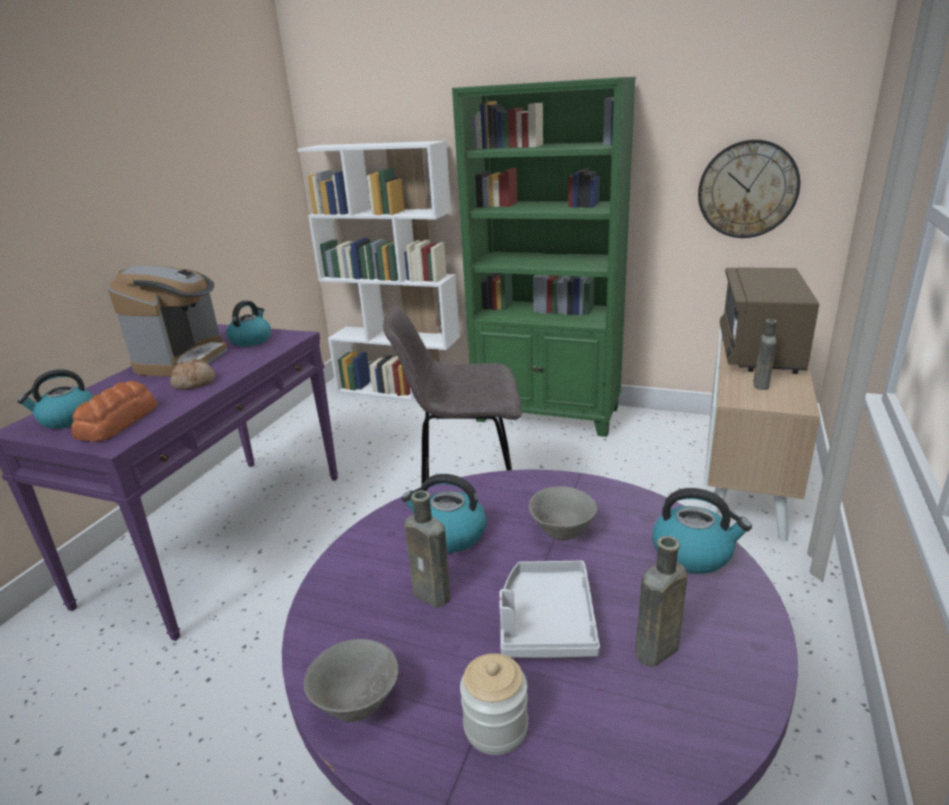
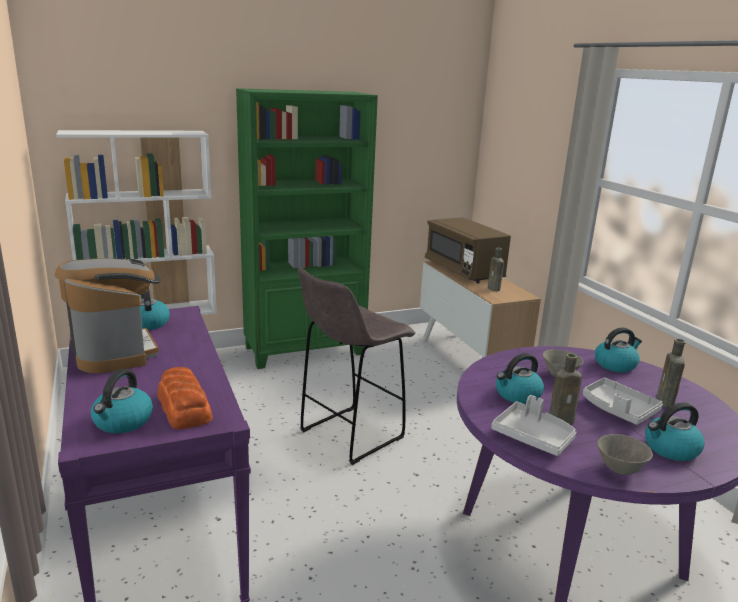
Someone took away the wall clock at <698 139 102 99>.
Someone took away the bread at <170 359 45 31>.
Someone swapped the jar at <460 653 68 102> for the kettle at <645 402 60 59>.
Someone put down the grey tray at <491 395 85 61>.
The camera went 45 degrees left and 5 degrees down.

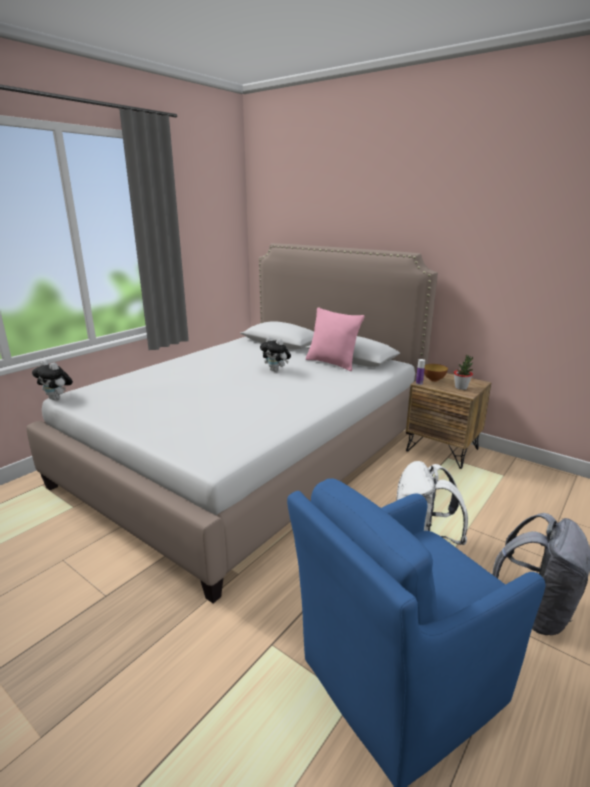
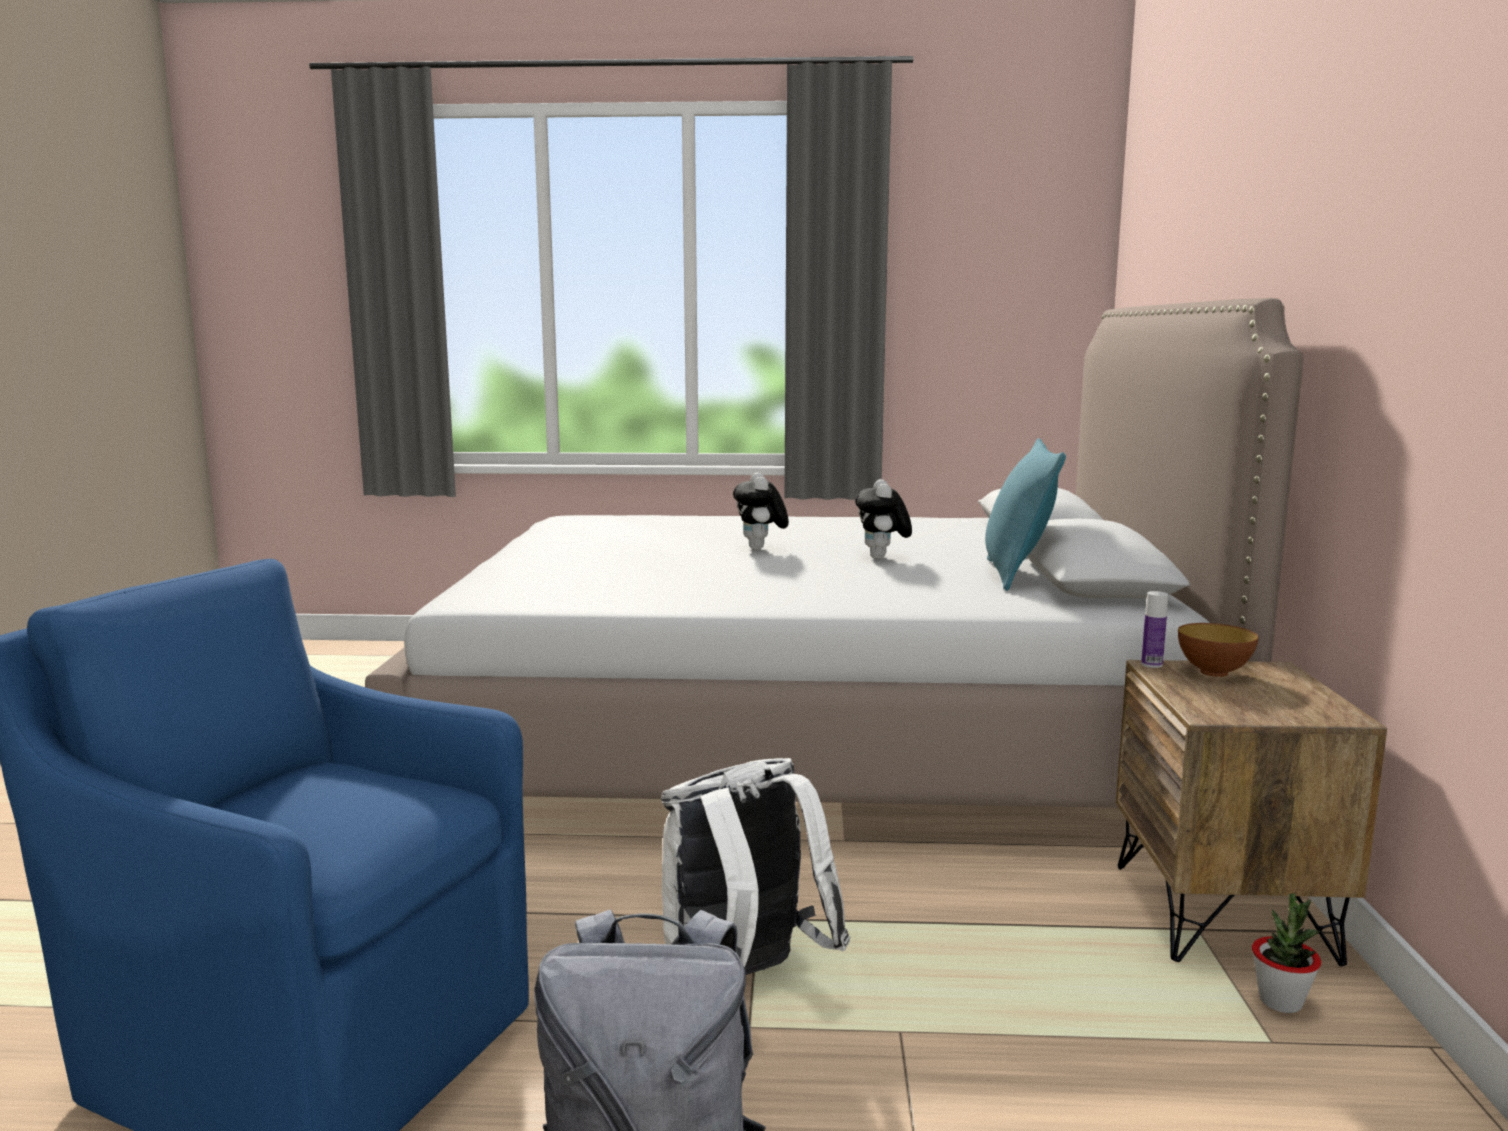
Someone repainted the pink pillow at <306 307 59 64>, which became the turquoise pillow at <985 438 81 153>.
Someone carried the potted plant from <454 355 19 35> to <1252 893 69 120>.
Someone carried the plush toy from <32 360 41 40> to <733 472 56 78>.
The camera went 55 degrees right and 10 degrees down.

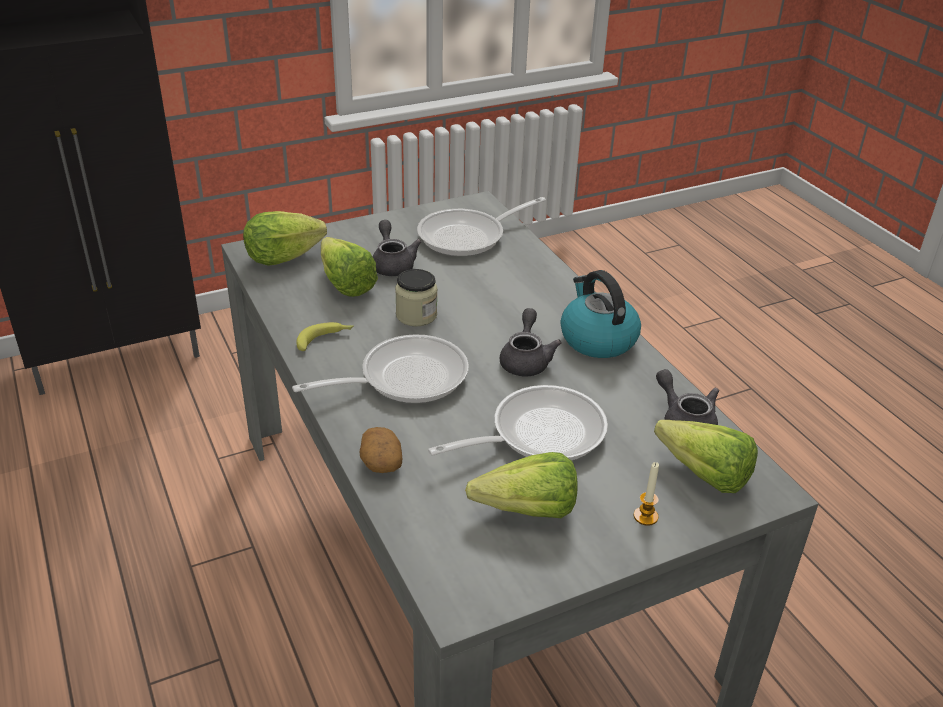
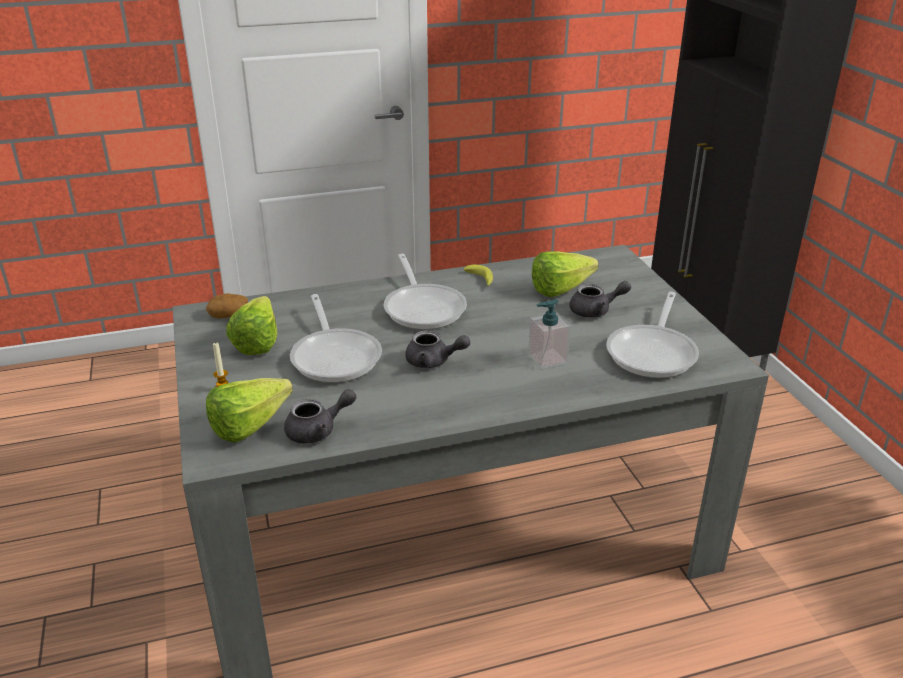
Someone rotated the frying pan at <417 197 129 60> by 135 degrees counterclockwise.
Someone took away the lettuce at <243 211 84 55>.
Someone took away the jar at <395 269 42 57>.
Someone took away the kettle at <560 270 81 88>.
Someone carried the potato from <360 427 42 46> to <206 293 42 26>.
Someone put down the soap dispenser at <528 299 43 70>.
The camera went 100 degrees right and 5 degrees down.

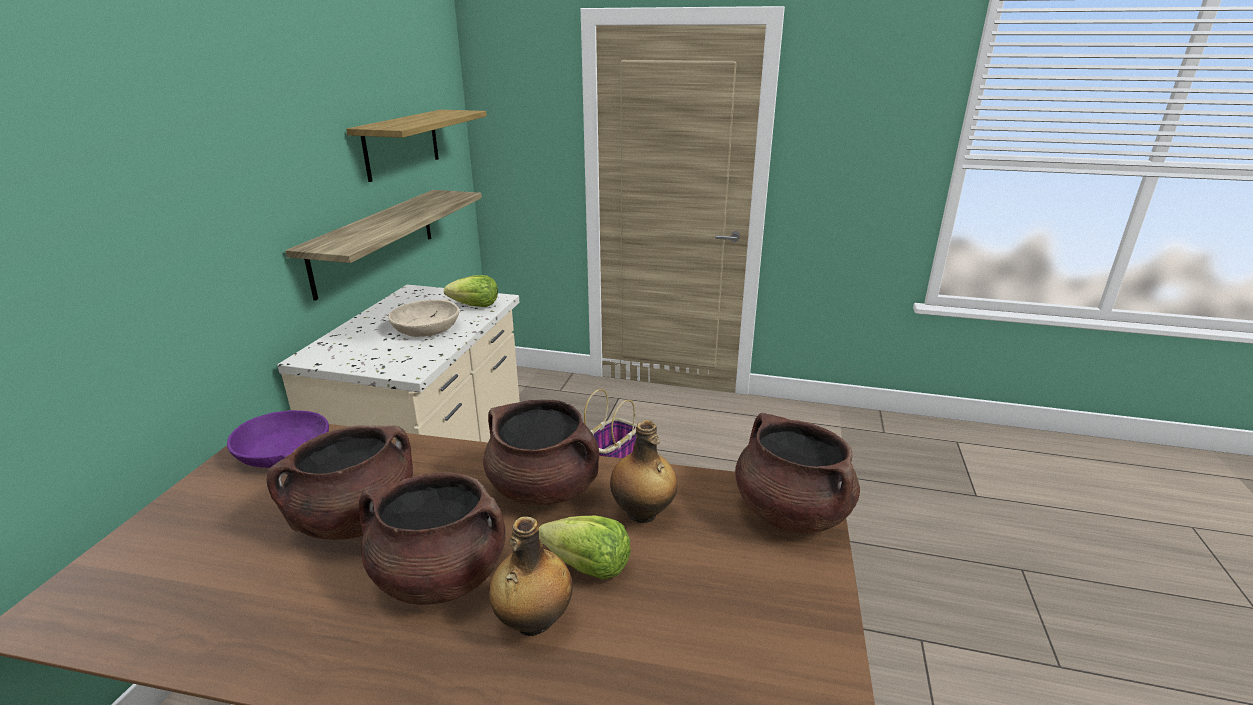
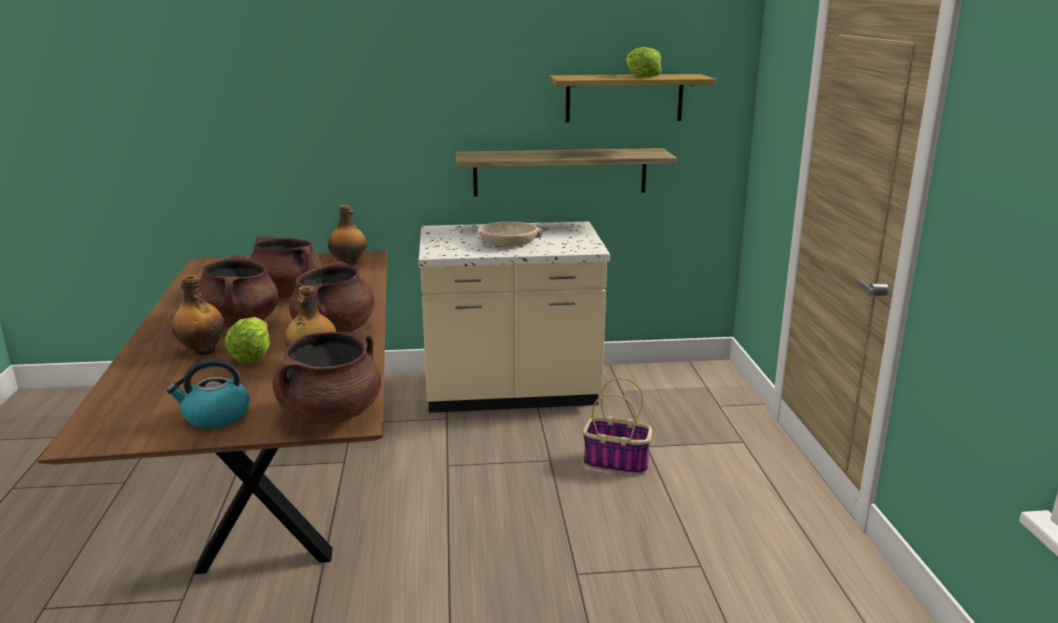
Someone carried the lettuce from <444 275 54 32> to <626 47 36 30>.
Someone swapped the purple bowl at <227 410 102 58> for the bottle at <328 204 39 62>.
Someone put down the kettle at <166 358 84 70>.
The camera went 70 degrees right and 5 degrees down.

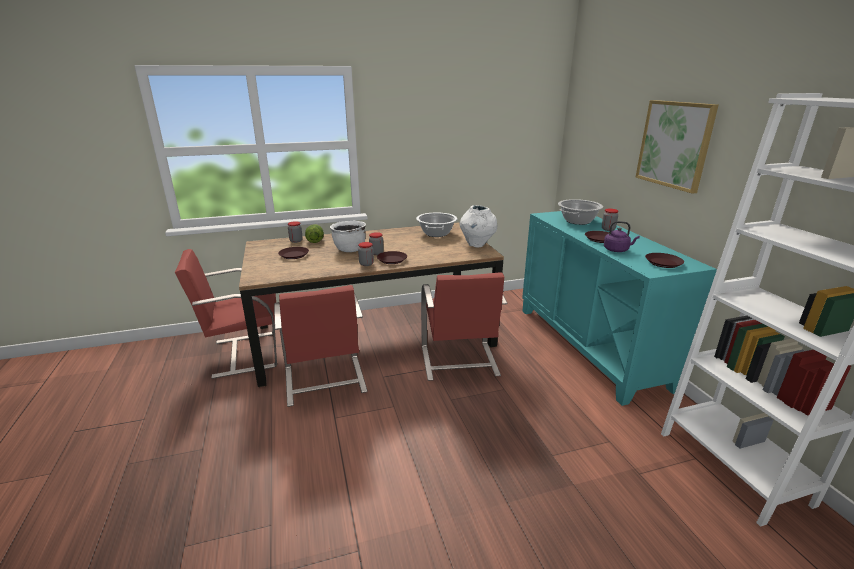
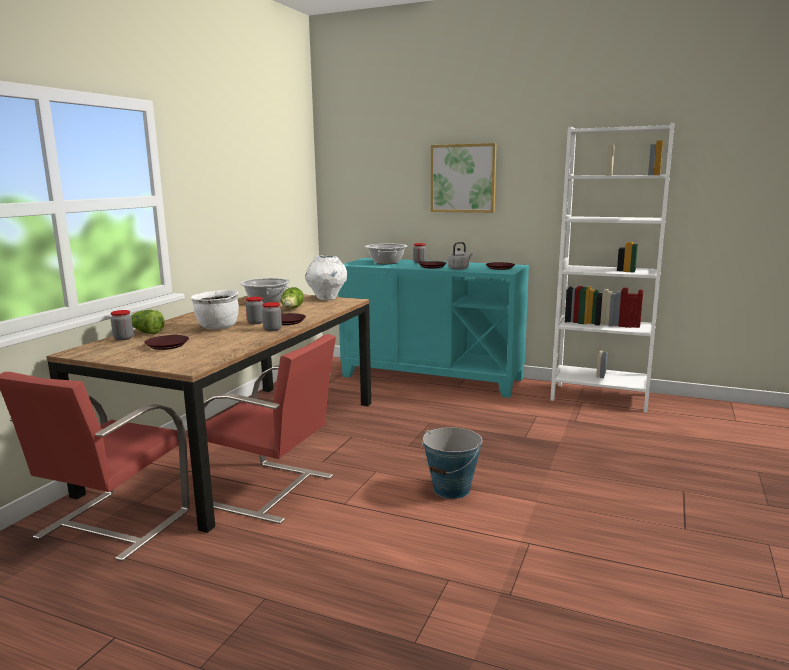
Someone repainted the purple kettle at <604 221 36 31>, which became the grey kettle at <448 242 24 28>.
Someone took away the red chair at <421 272 86 109>.
Someone put down the lettuce at <281 287 23 22>.
Someone put down the bucket at <421 427 61 72>.
The camera went 50 degrees left and 10 degrees down.

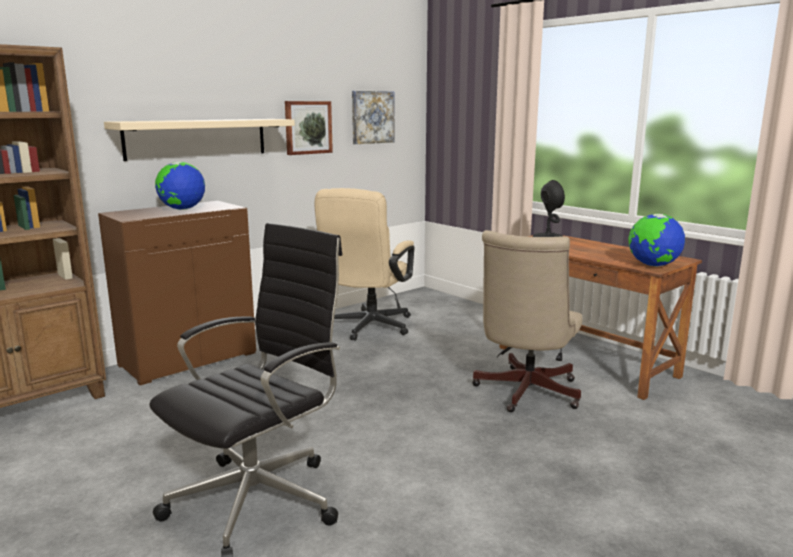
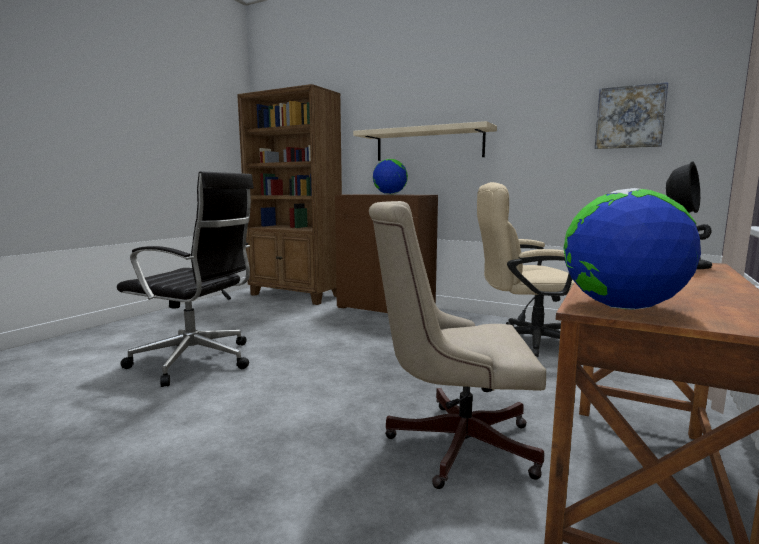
Someone took away the picture at <285 101 48 54>.
The camera went 70 degrees right and 5 degrees down.

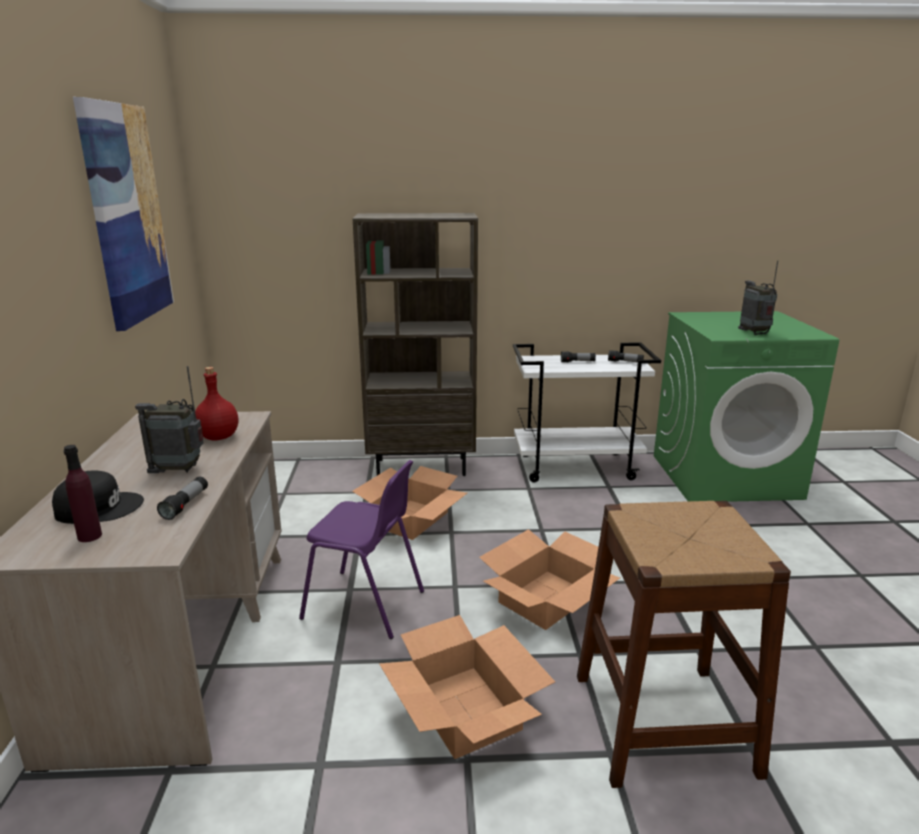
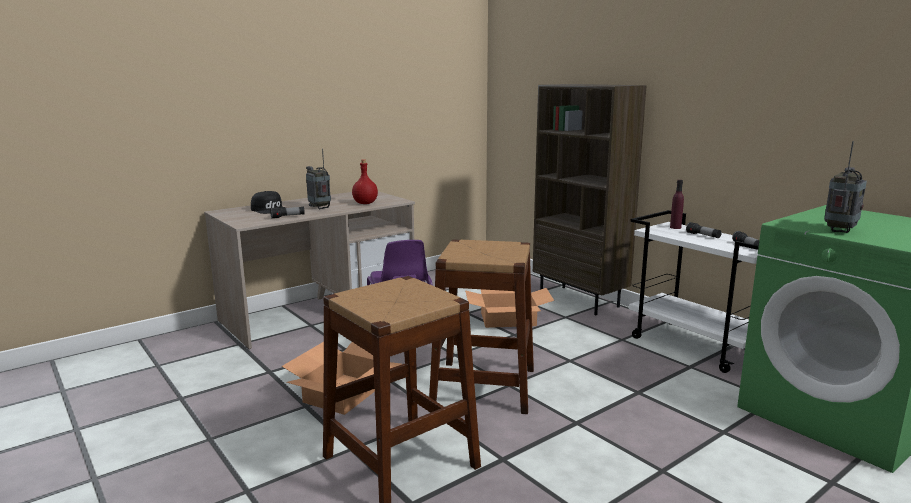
Someone took away the picture at <73 97 101 234>.
Someone carried the purple bottle from <63 445 39 97> to <670 180 14 49>.
Someone swapped the cardboard box at <479 529 141 101> for the brown stool at <429 239 105 175>.
The camera went 55 degrees right and 5 degrees down.

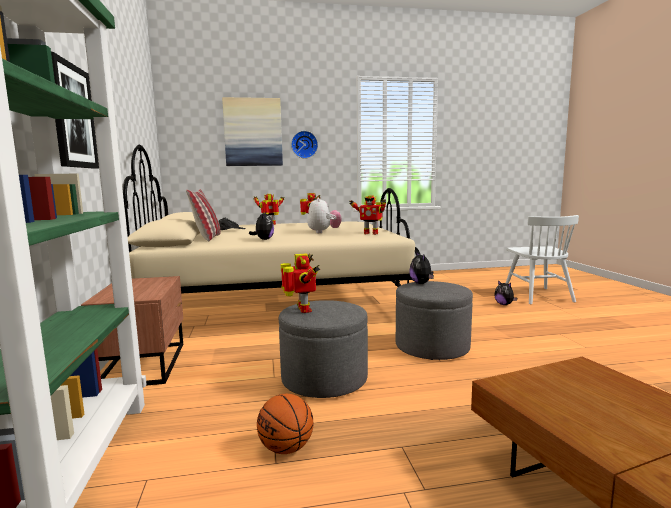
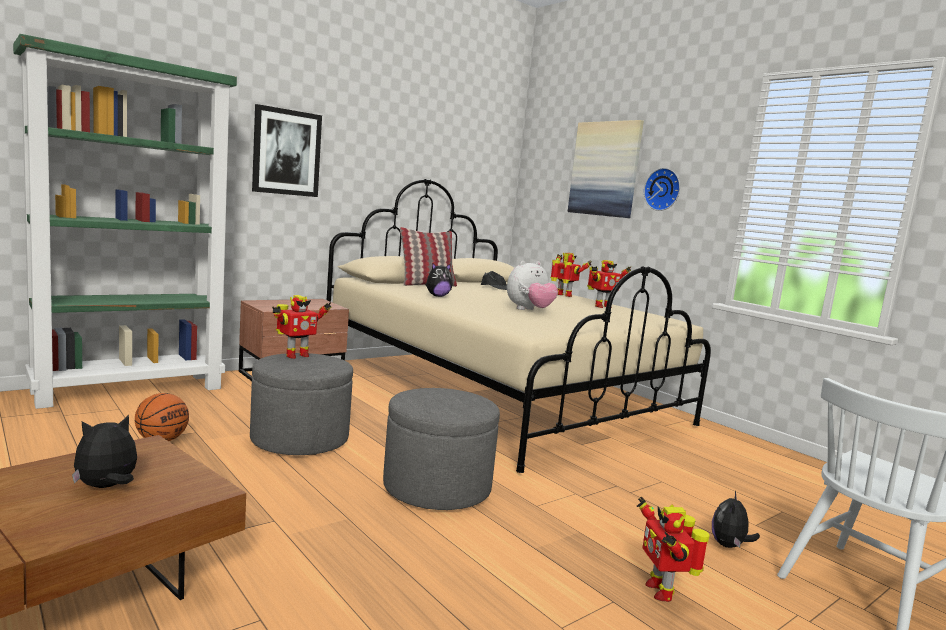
Someone carried the toy robot from <349 195 37 40> to <637 496 73 106>.
Someone carried the plush toy from <409 251 25 33> to <72 415 65 73>.
The camera went 60 degrees right and 0 degrees up.

